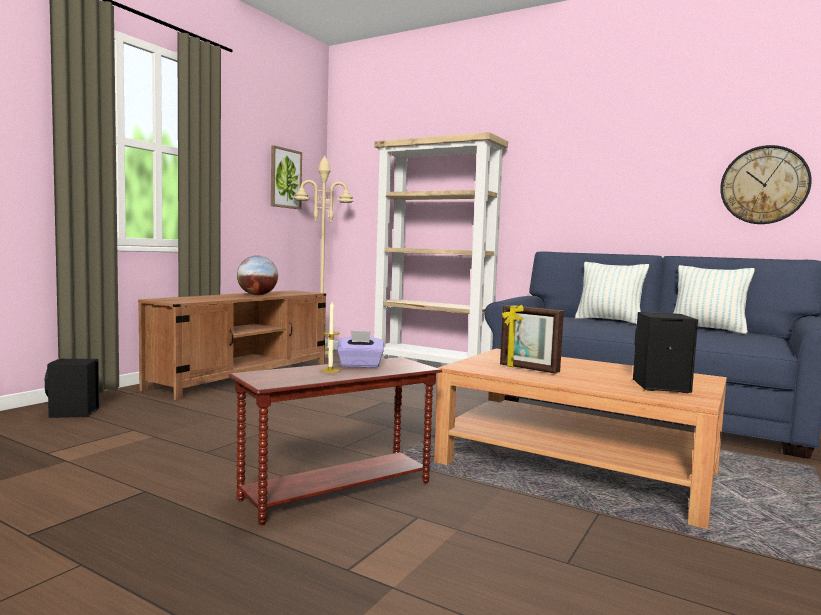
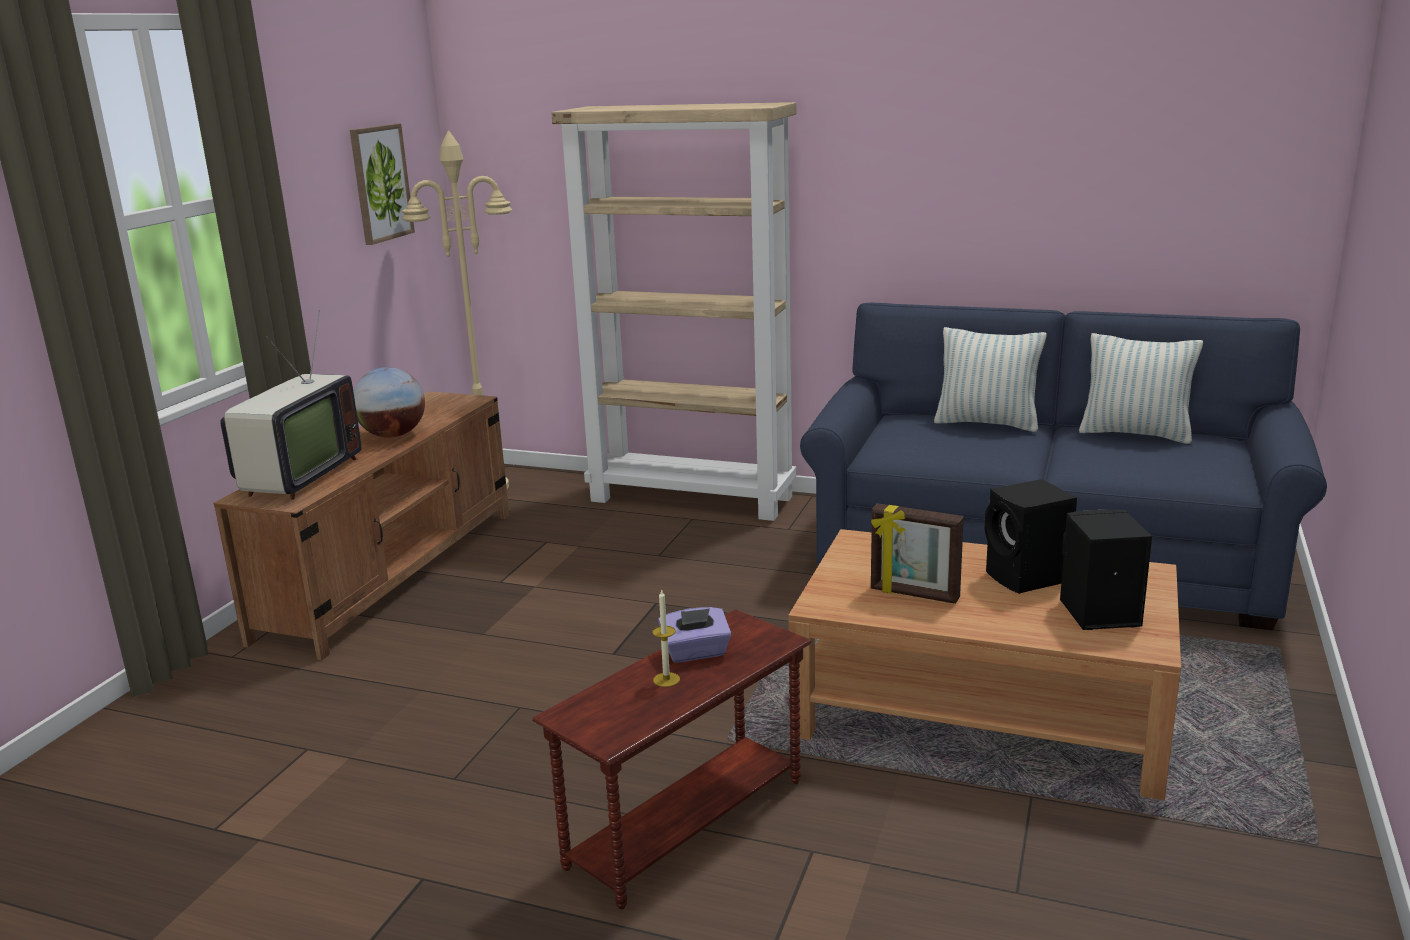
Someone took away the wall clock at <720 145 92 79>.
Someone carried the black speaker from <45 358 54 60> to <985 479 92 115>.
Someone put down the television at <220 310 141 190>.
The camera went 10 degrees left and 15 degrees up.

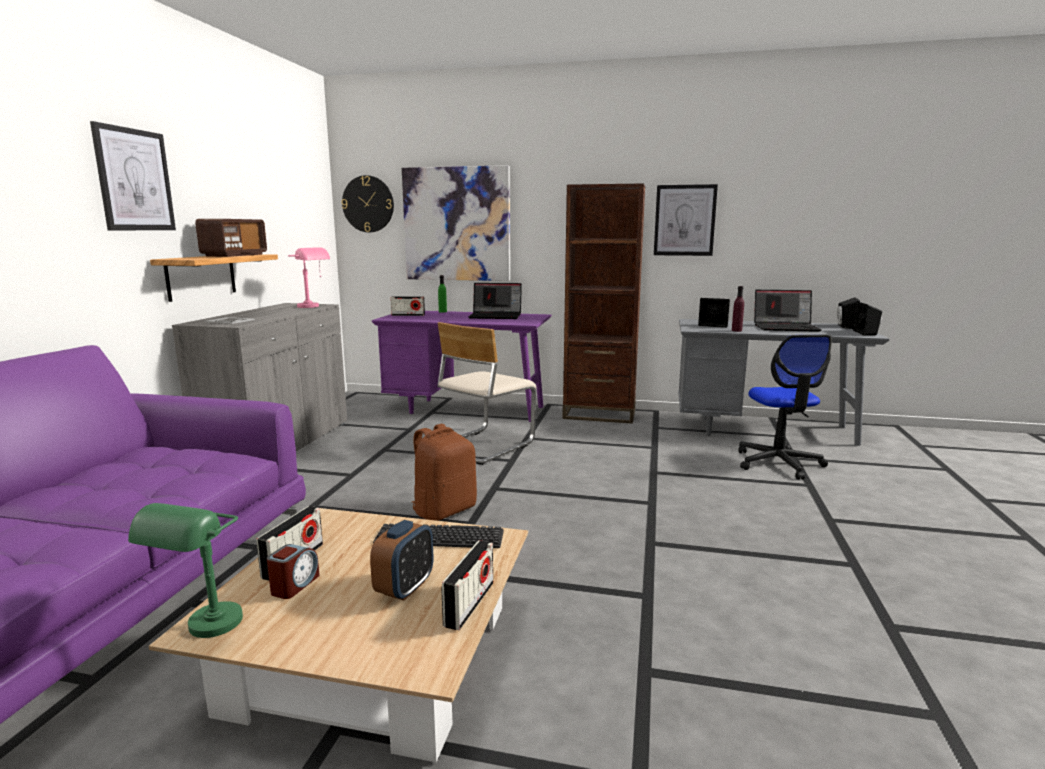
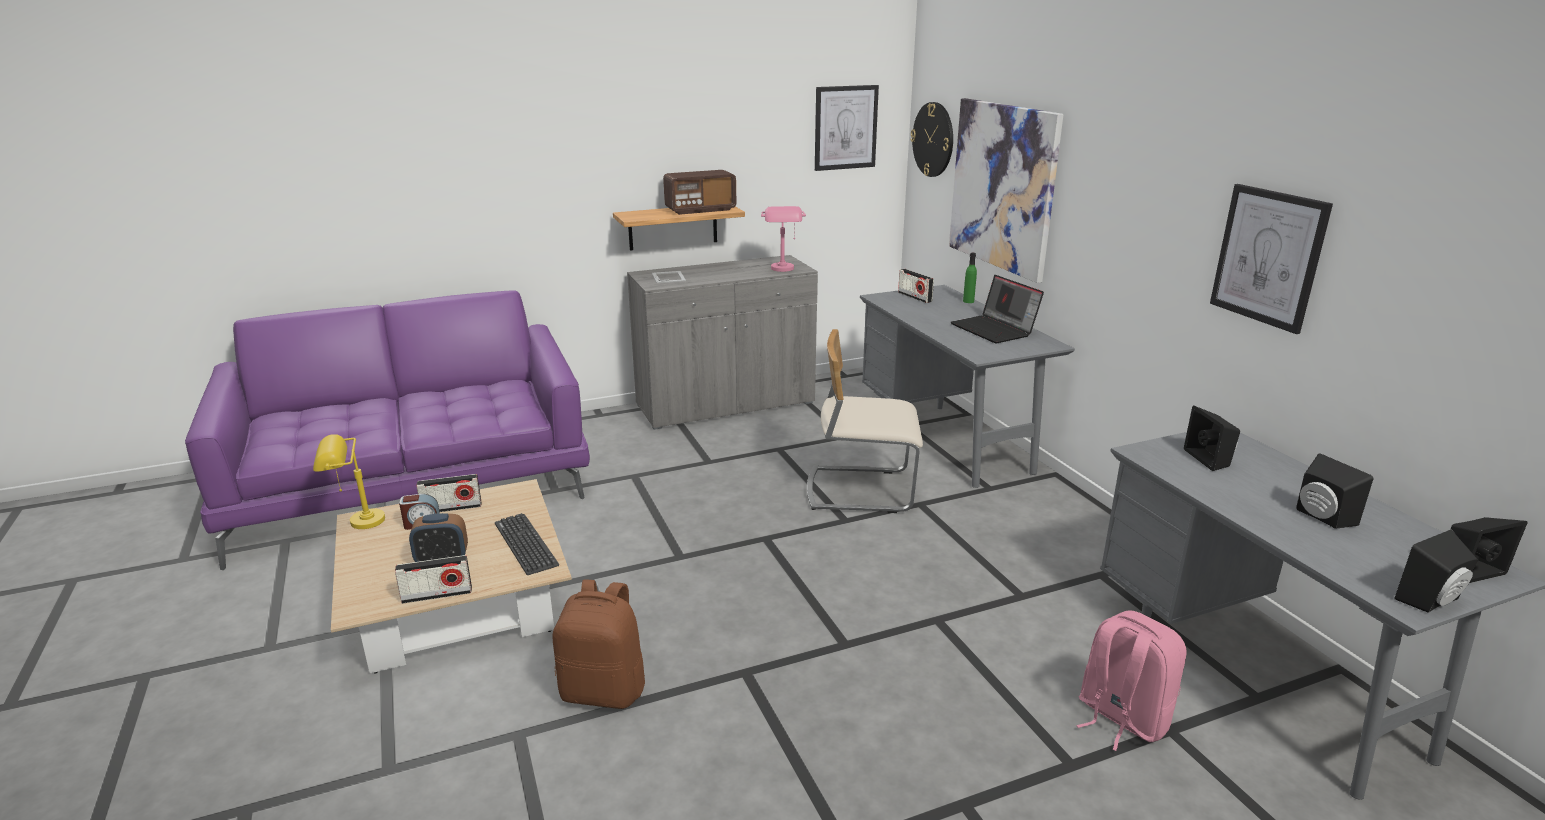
Someone carried the picture from <90 121 86 109> to <815 85 64 86>.
Someone took away the brown bookcase at <562 183 83 241>.
Someone took away the purple bottle at <732 286 12 46>.
Someone swapped the laptop at <754 290 68 42> for the black speaker at <1296 453 78 76>.
Someone repainted the purple desk at <372 311 179 111>, which became the grey desk at <860 285 215 203>.
Someone swapped the office chair at <738 334 94 146> for the pink backpack at <1076 610 110 141>.
Someone carried the brown backpack from <412 424 65 97> to <553 579 92 130>.
Someone repainted the green table lamp at <128 503 115 135>, which became the yellow table lamp at <313 434 72 95>.
The camera went 55 degrees right and 10 degrees up.

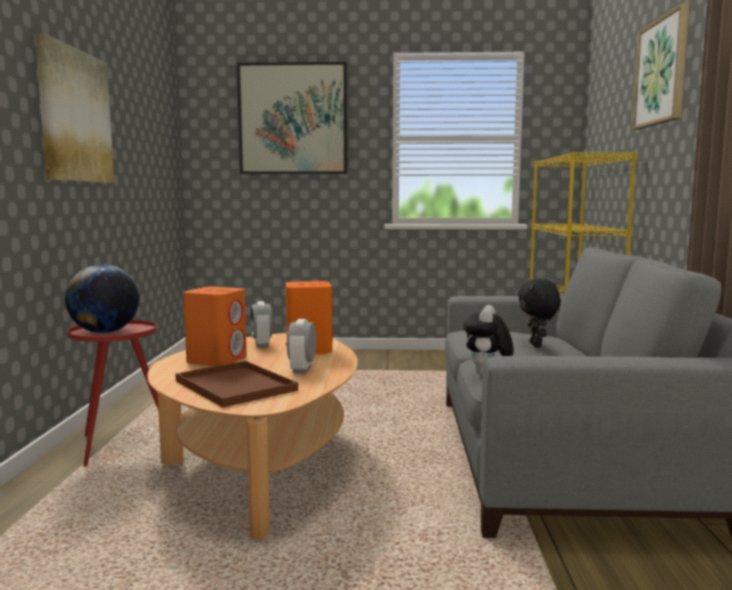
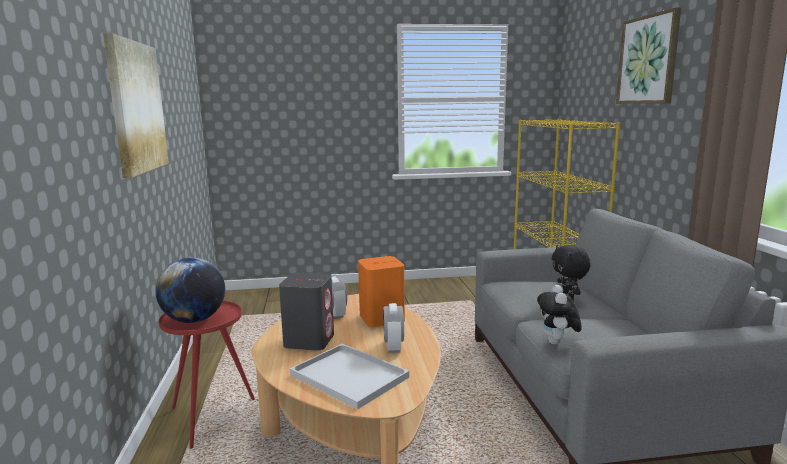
Someone took away the picture at <237 62 110 112>.
Someone repainted the orange speaker at <183 286 64 80>, which became the grey speaker at <279 273 55 78>.
Someone repainted the brown tray at <175 361 123 46>, which became the white tray at <290 344 119 65>.
The camera went 10 degrees left and 5 degrees up.

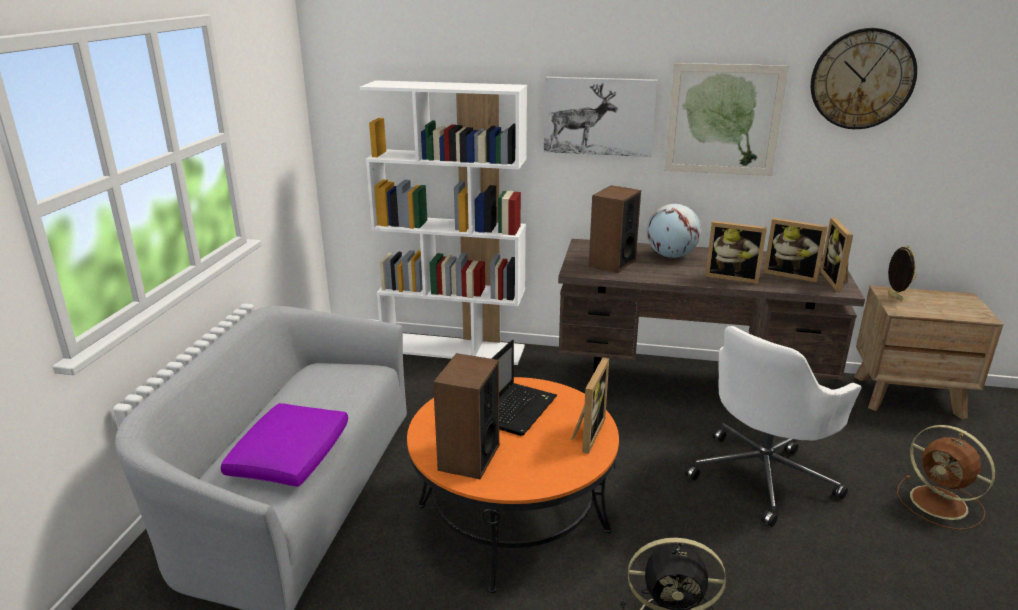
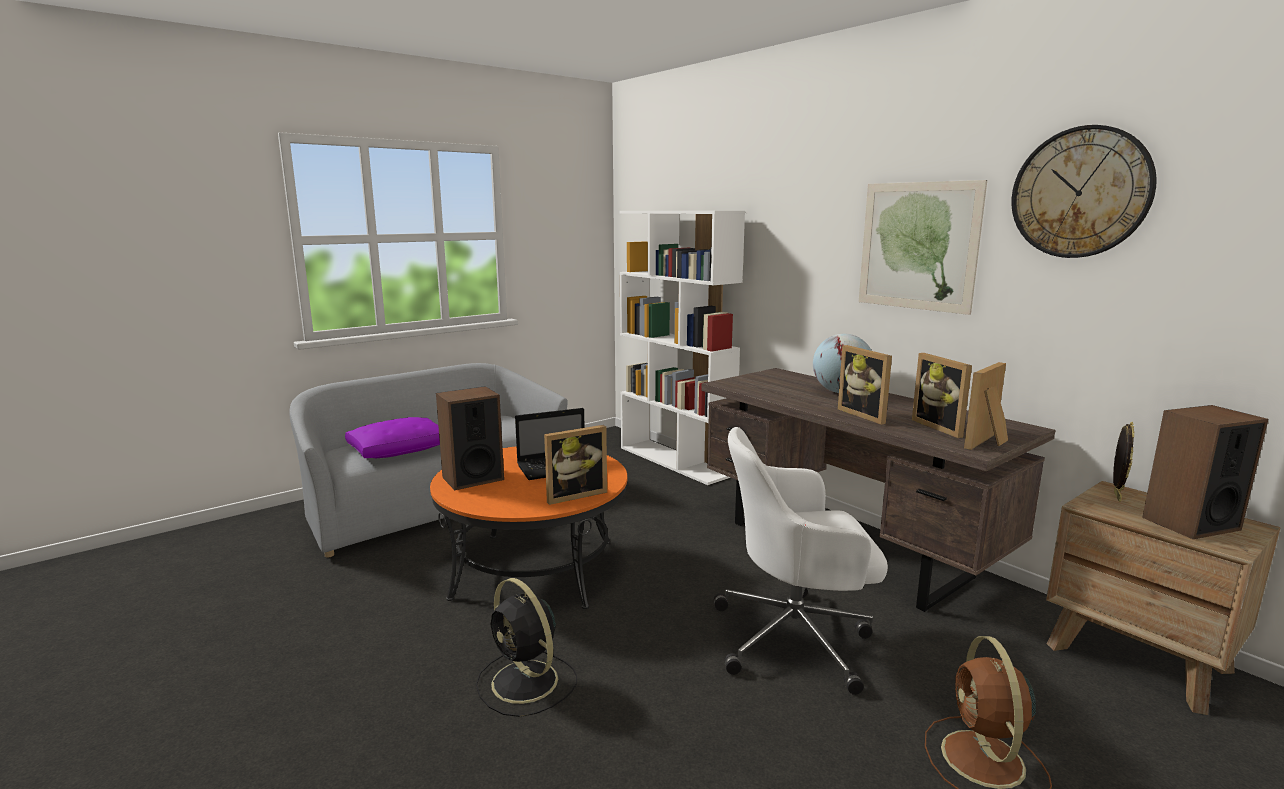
Someone took away the picture at <544 77 113 80>.
Someone carried the speaker from <589 185 52 88> to <1142 405 126 134>.
The camera went 40 degrees right and 10 degrees down.

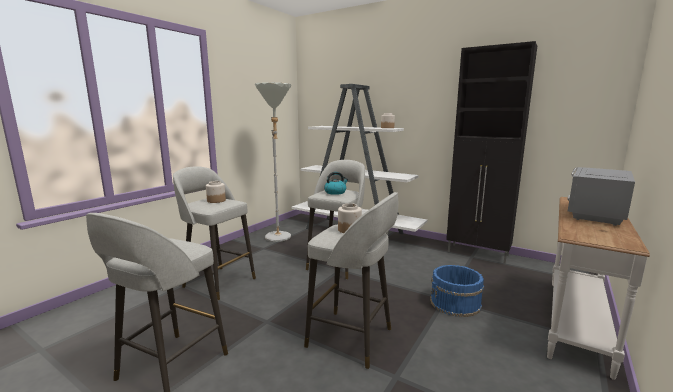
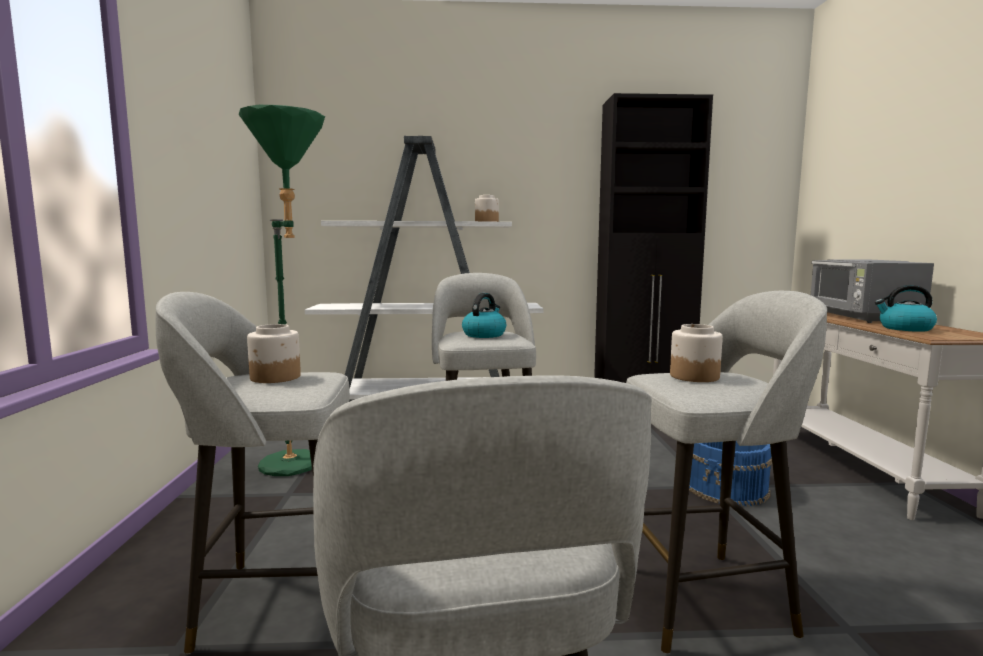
Someone repainted the grey floor lamp at <255 82 36 160>, which became the green floor lamp at <239 105 86 371>.
Someone put down the kettle at <875 285 62 47>.
The camera went 35 degrees left and 5 degrees down.

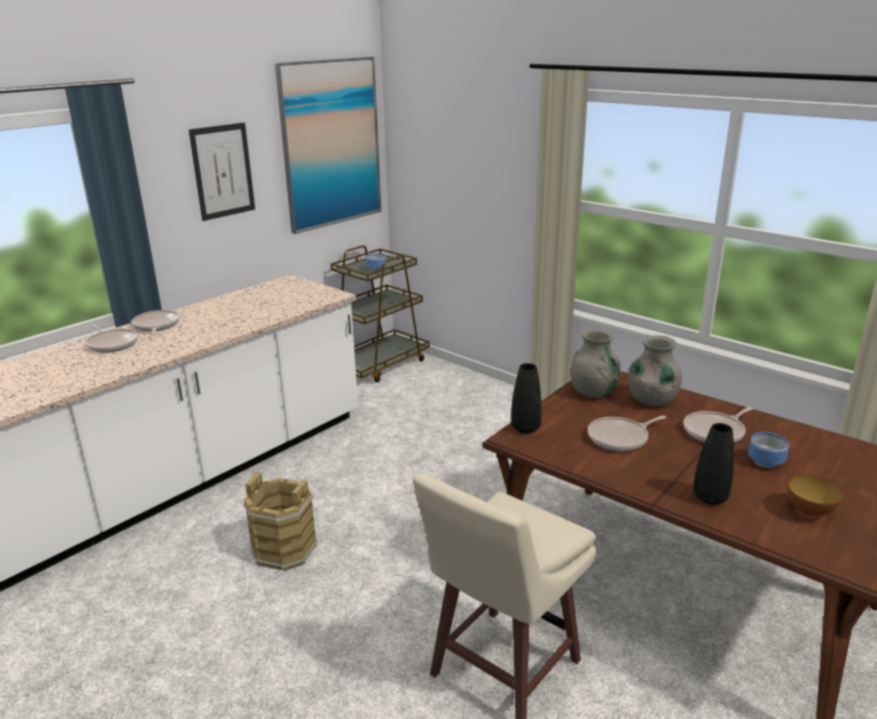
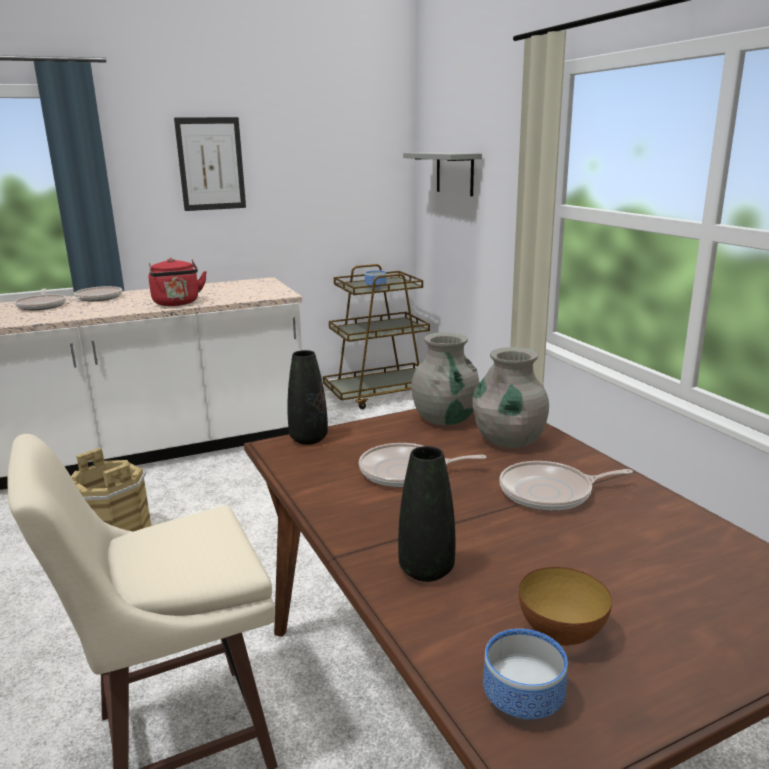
Someone took away the picture at <275 57 106 177>.
Someone carried the bowl from <748 432 41 36> to <483 629 85 91>.
Someone put up the grey shelf at <403 152 79 44>.
Someone put down the red kettle at <149 258 58 48>.
The camera went 25 degrees right and 5 degrees down.

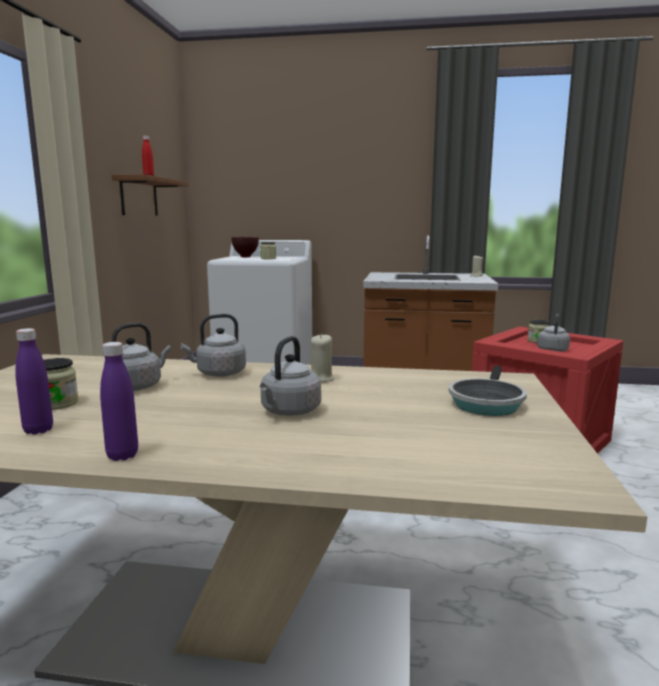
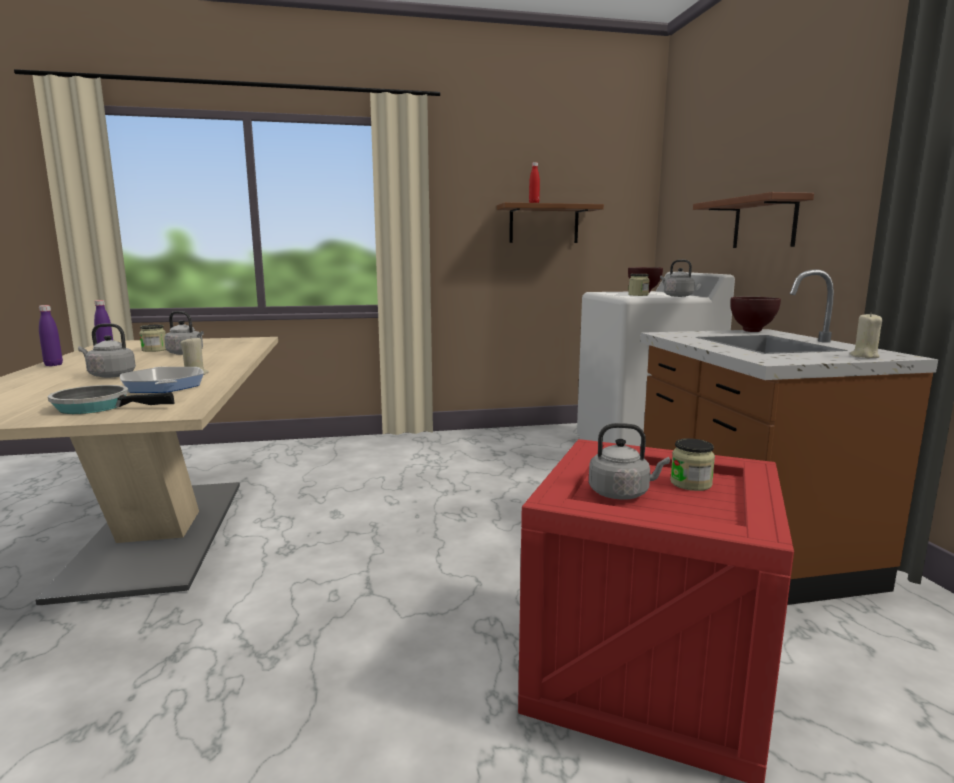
Someone carried the grey kettle from <180 314 66 63> to <660 260 35 37>.
Someone put up the brown shelf at <693 192 121 56>.
Someone put down the brown bowl at <730 297 51 35>.
Someone put down the frying pan at <120 367 84 26>.
The camera went 70 degrees right and 0 degrees up.

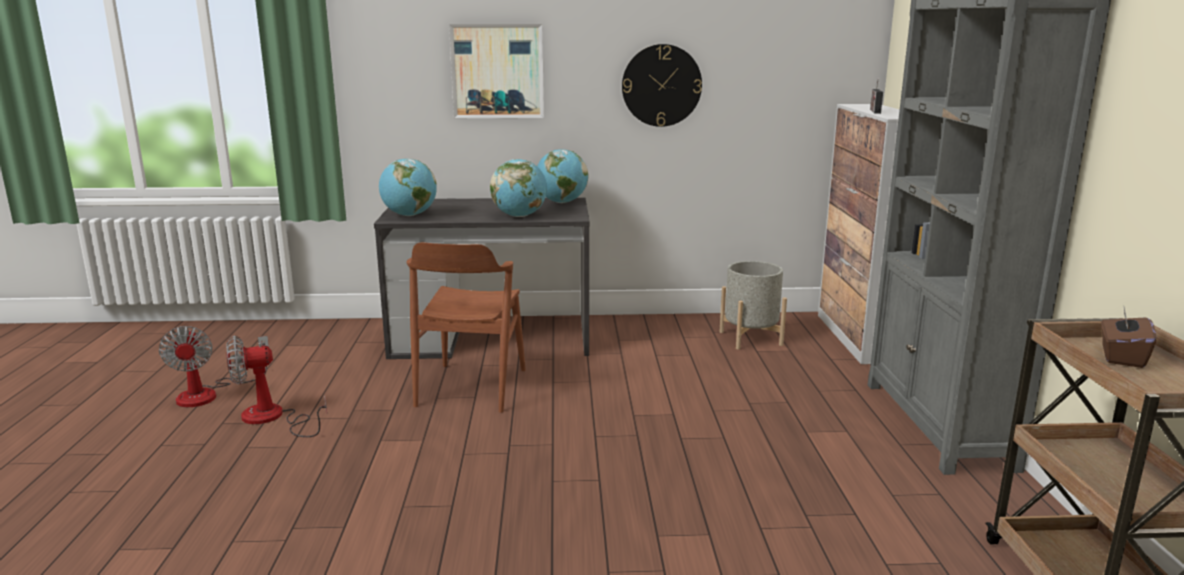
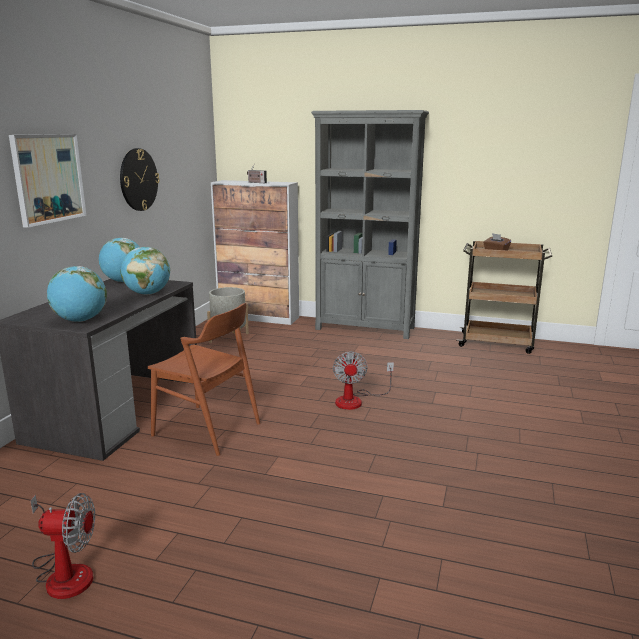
Someone carried the fan from <226 336 101 101> to <333 351 61 59>.
The camera went 70 degrees left and 0 degrees up.

